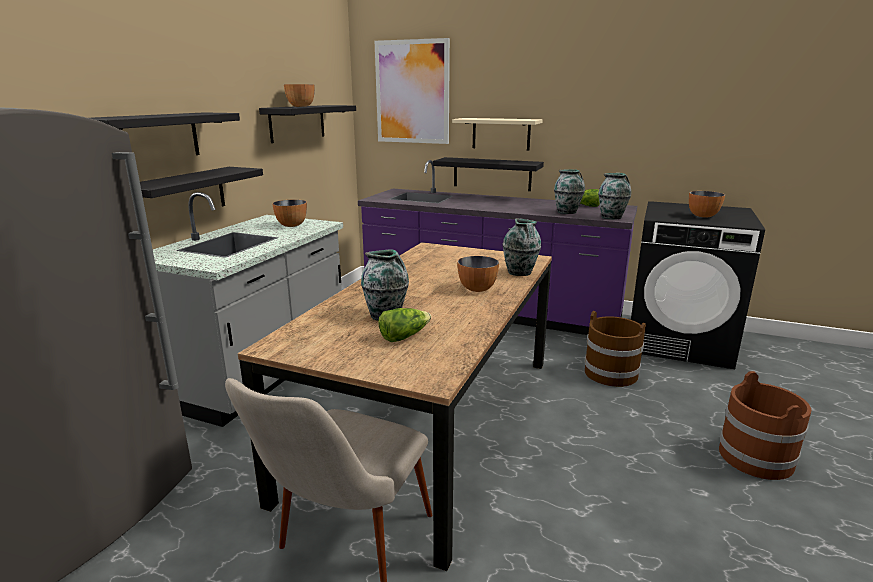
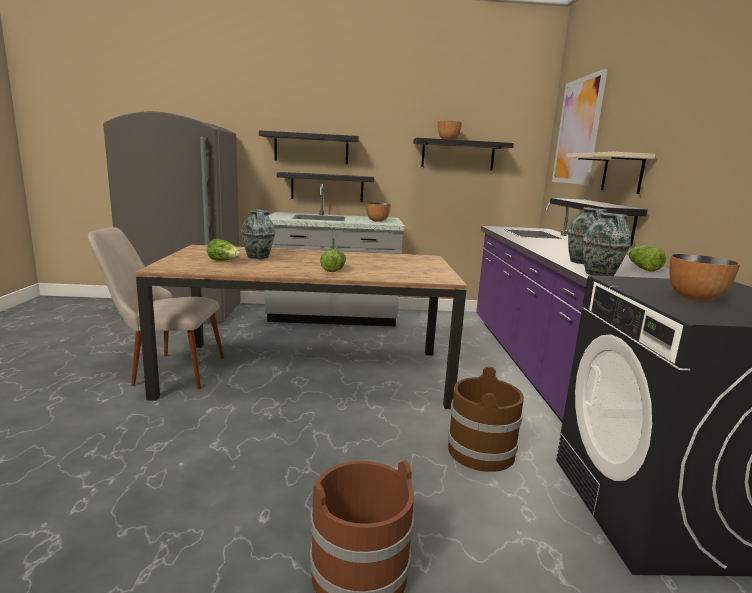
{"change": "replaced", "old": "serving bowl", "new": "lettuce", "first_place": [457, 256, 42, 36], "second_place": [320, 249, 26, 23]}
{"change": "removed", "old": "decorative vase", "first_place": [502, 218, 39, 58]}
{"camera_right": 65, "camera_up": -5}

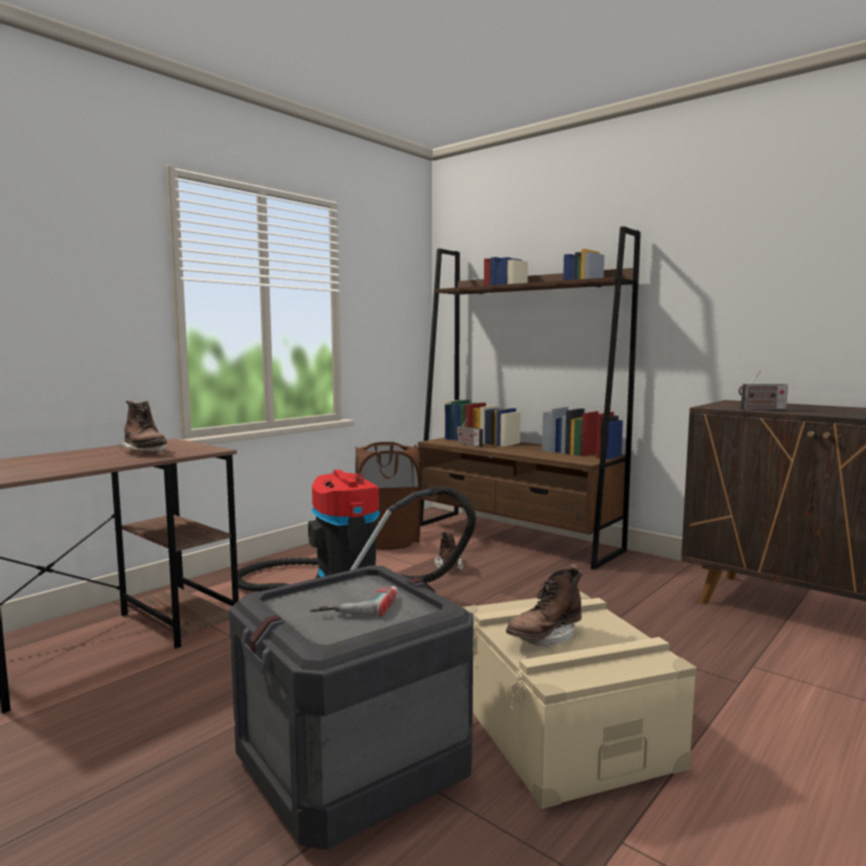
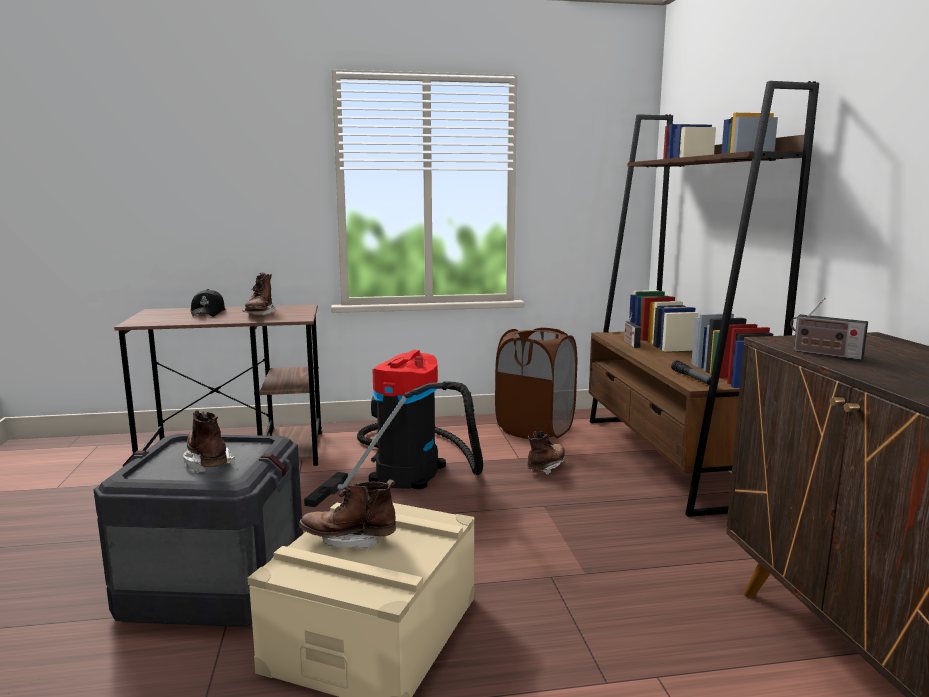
{"change": "replaced", "old": "power drill", "new": "high-top boot (brownish)", "first_place": [310, 586, 88, 31], "second_place": [183, 410, 52, 63]}
{"change": "added", "new": "cap (blackish)", "second_place": [191, 289, 34, 28]}
{"change": "added", "new": "flashlight", "second_place": [671, 360, 40, 25]}
{"camera_right": 40, "camera_up": 5}

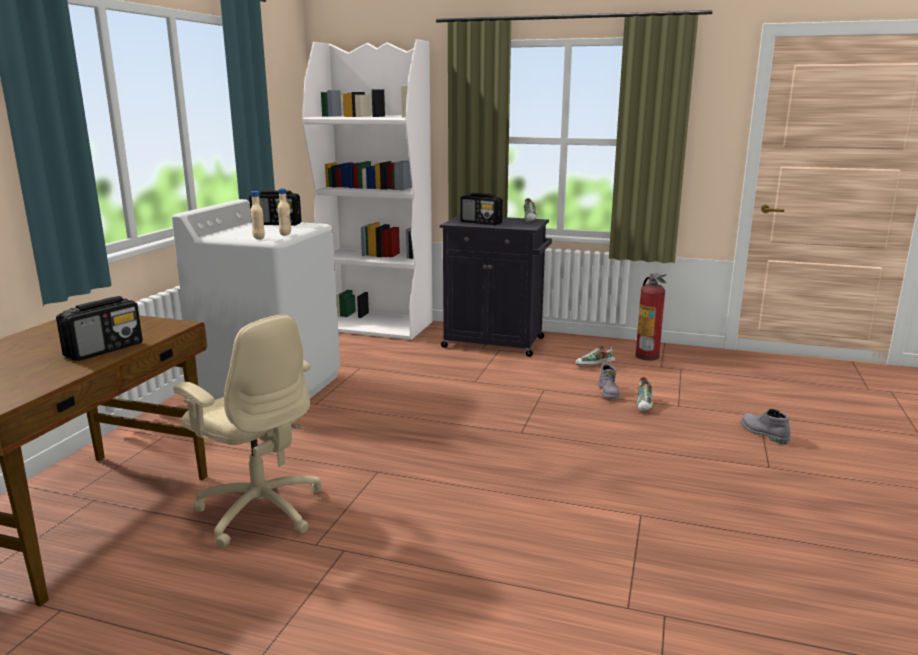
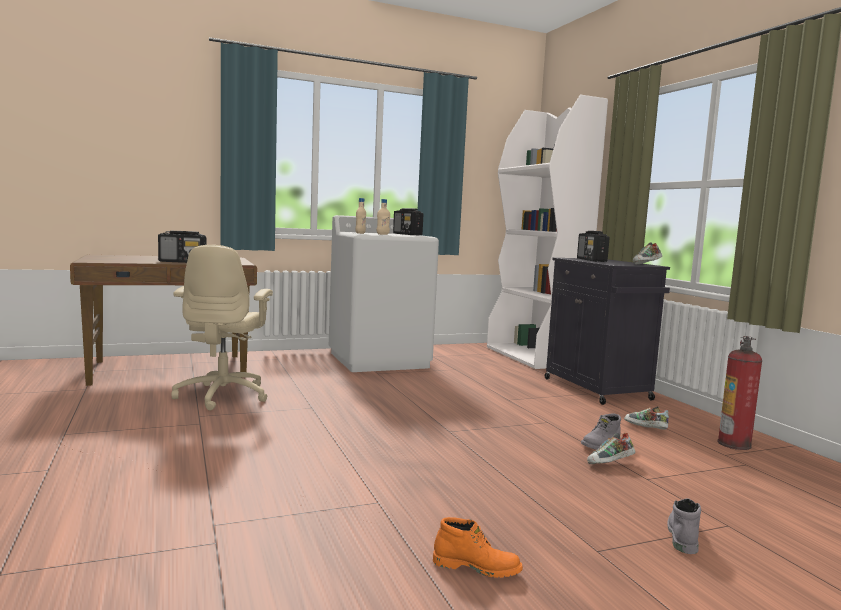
{"change": "added", "new": "high-top boot (orange)", "second_place": [433, 517, 90, 61]}
{"camera_right": 50, "camera_up": -10}

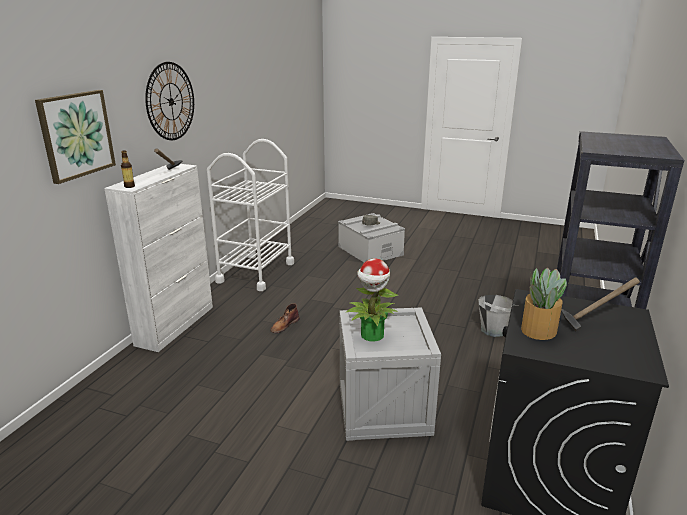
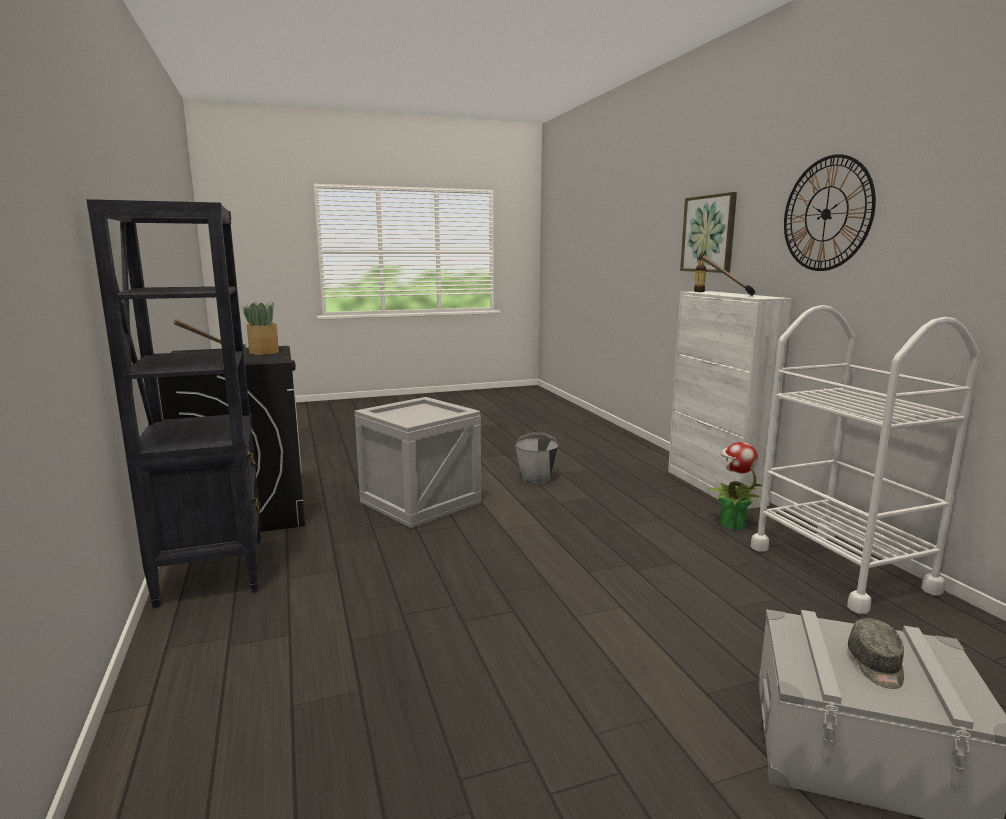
{"change": "moved", "old": "bucket (greyish)", "first_place": [478, 295, 35, 42], "second_place": [515, 432, 43, 52]}
{"change": "moved", "old": "potted plant", "first_place": [346, 258, 52, 84], "second_place": [708, 442, 55, 87]}
{"change": "removed", "old": "high-top boot (brownish)", "first_place": [270, 303, 30, 30]}
{"camera_right": 140, "camera_up": -10}

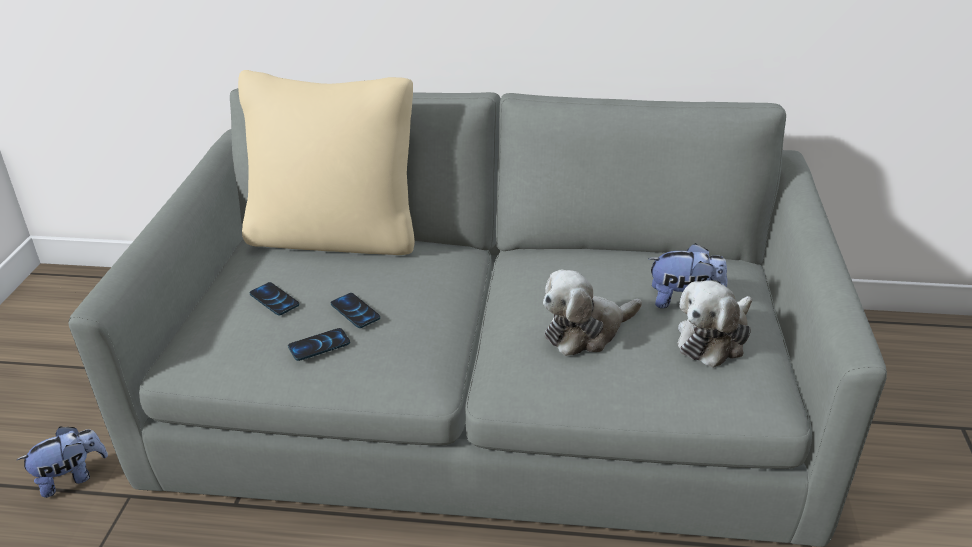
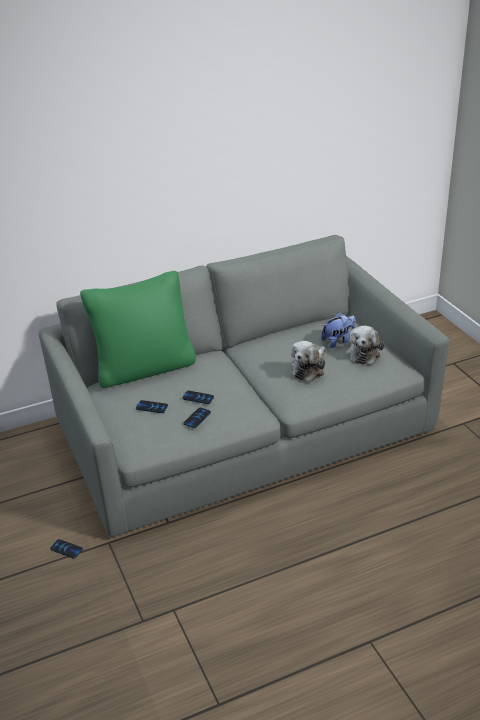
{"change": "replaced", "old": "soft toy", "new": "handset", "first_place": [17, 426, 91, 72], "second_place": [50, 539, 33, 20]}
{"change": "recoloured", "old": "pillow (sand-coloured)", "new": "pillow (greenish)", "first_place": [238, 70, 177, 185], "second_place": [80, 271, 116, 117]}
{"camera_right": -30, "camera_up": 0}

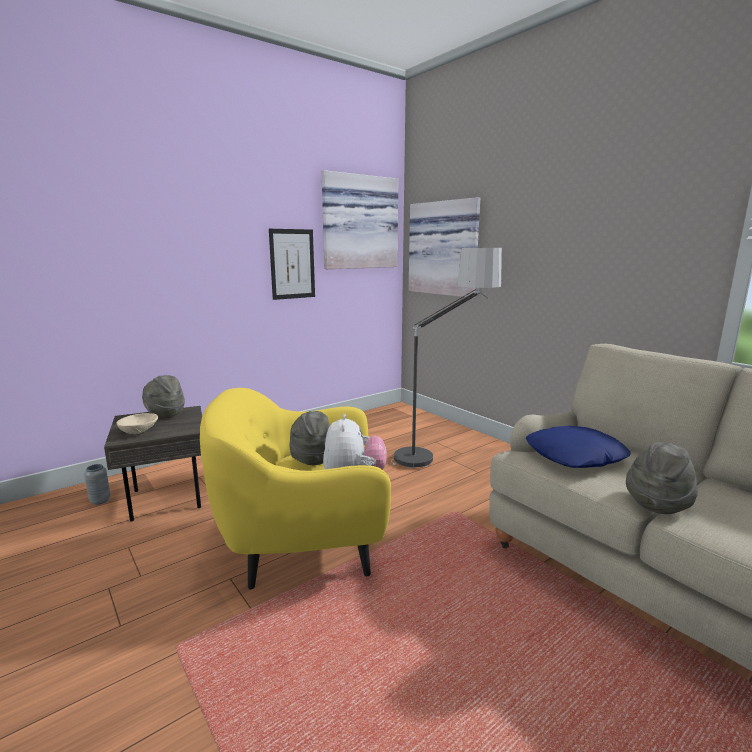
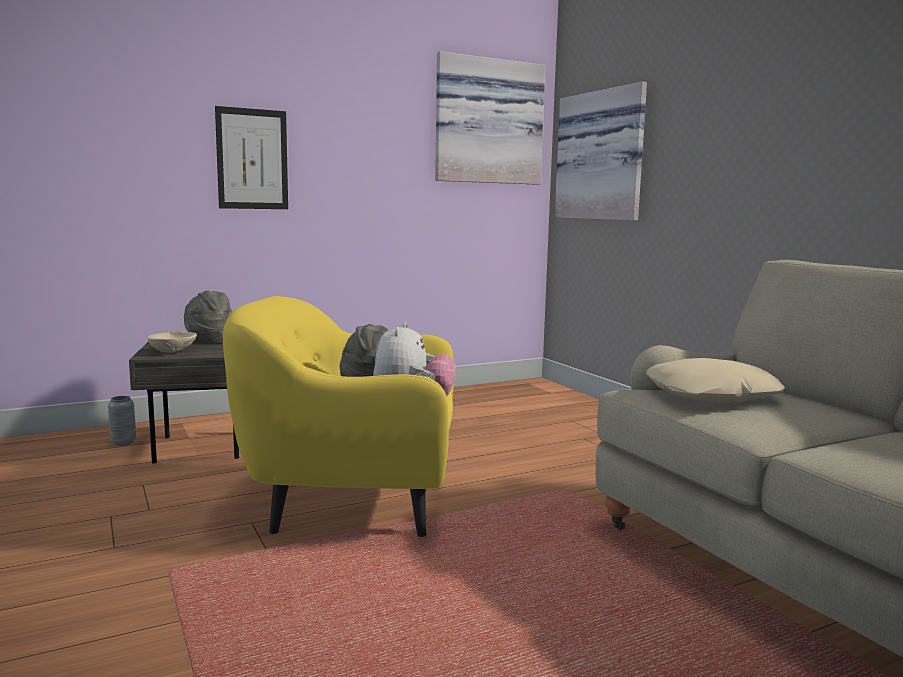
{"change": "moved", "old": "wall picture", "first_place": [269, 229, 46, 71], "second_place": [215, 106, 73, 103]}
{"change": "recoloured", "old": "pillow (blue)", "new": "pillow (sand-coloured)", "first_place": [526, 426, 105, 42], "second_place": [646, 358, 139, 44]}
{"change": "removed", "old": "standing lamp", "first_place": [391, 248, 111, 220]}
{"change": "removed", "old": "clothing hat (greyish)", "first_place": [626, 442, 72, 72]}
{"camera_right": 10, "camera_up": -5}

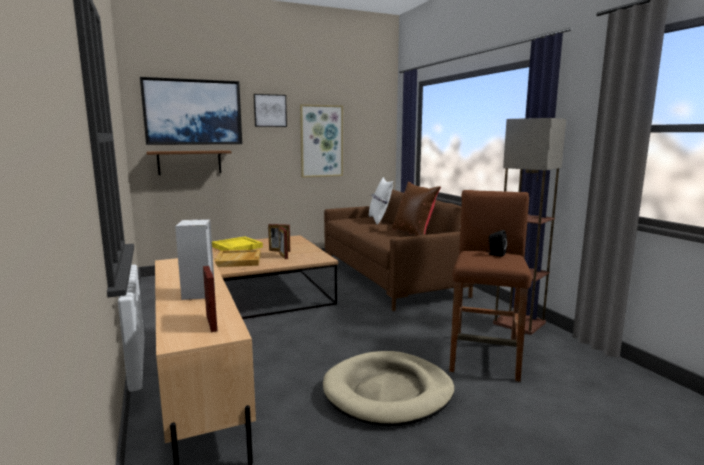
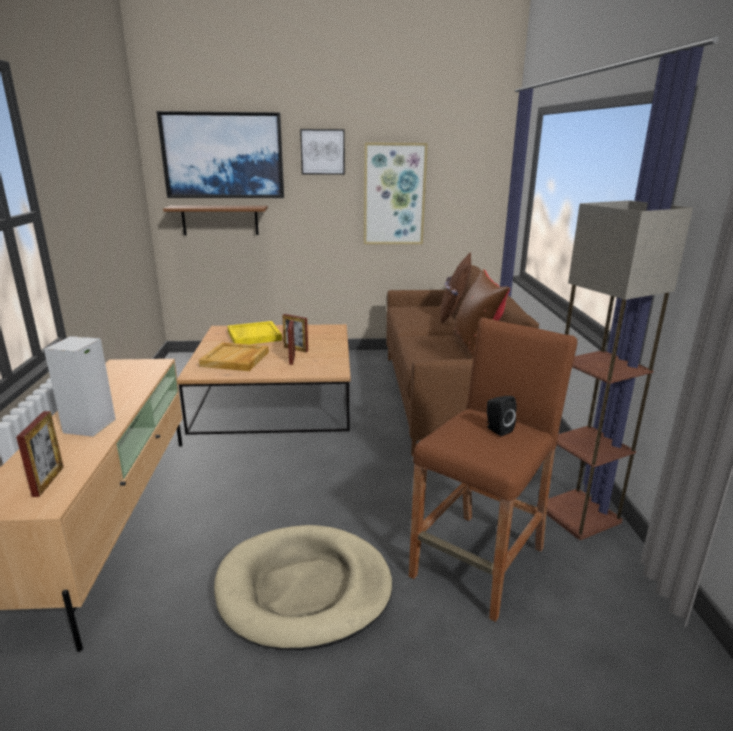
{"change": "recoloured", "old": "pillow (white-coloured)", "new": "pillow (brownish)", "first_place": [369, 177, 24, 48], "second_place": [441, 252, 30, 71]}
{"camera_right": 20, "camera_up": 10}

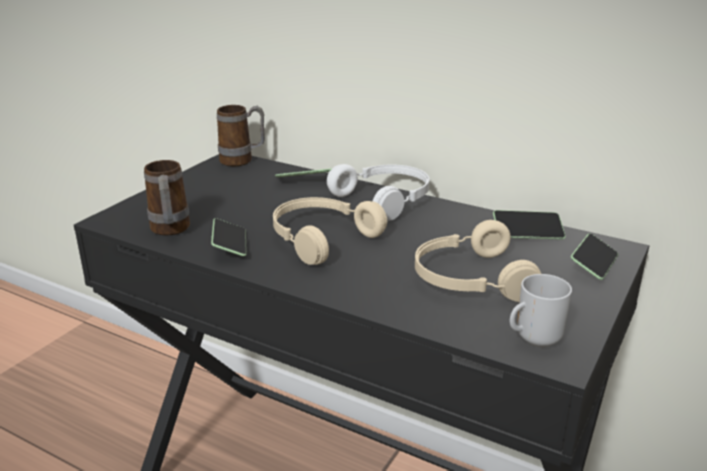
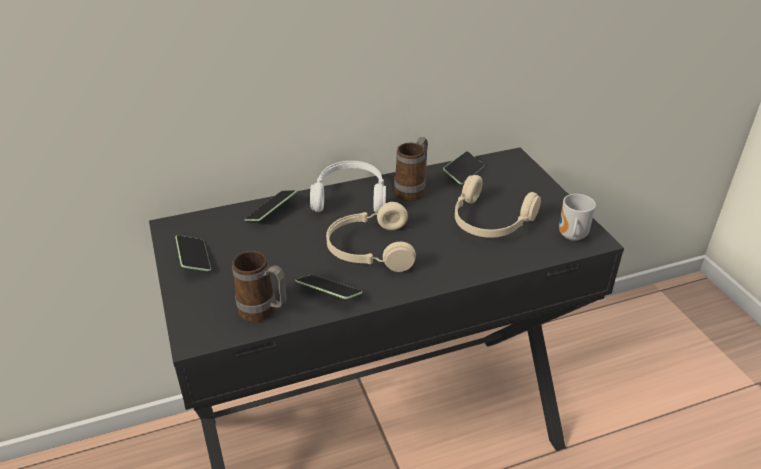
{"change": "moved", "old": "handset", "first_place": [571, 233, 48, 47], "second_place": [175, 235, 36, 36]}
{"change": "moved", "old": "mug", "first_place": [217, 105, 48, 61], "second_place": [394, 137, 34, 64]}
{"camera_right": -50, "camera_up": 10}

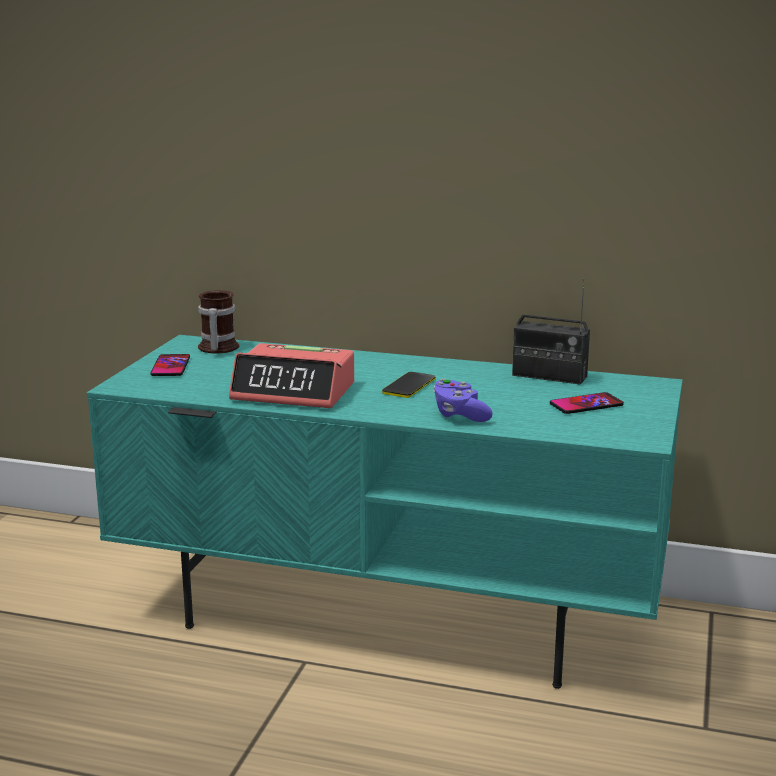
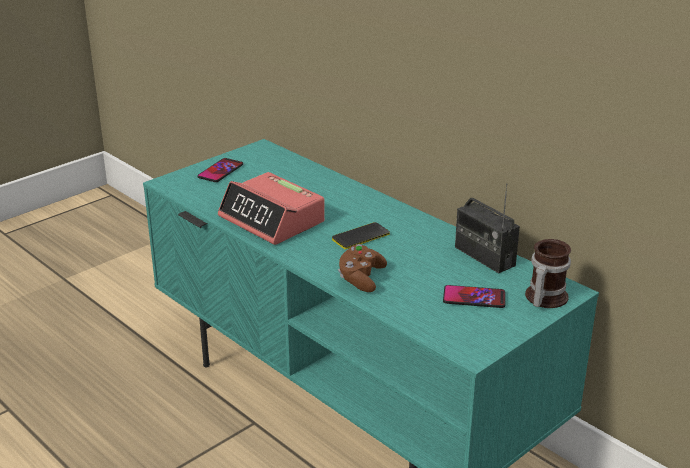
{"change": "recoloured", "old": "gamepad (purplish)", "new": "gamepad (brownish)", "first_place": [433, 379, 60, 43], "second_place": [338, 244, 49, 48]}
{"change": "moved", "old": "mug", "first_place": [198, 290, 41, 63], "second_place": [525, 239, 46, 69]}
{"camera_right": 30, "camera_up": 10}

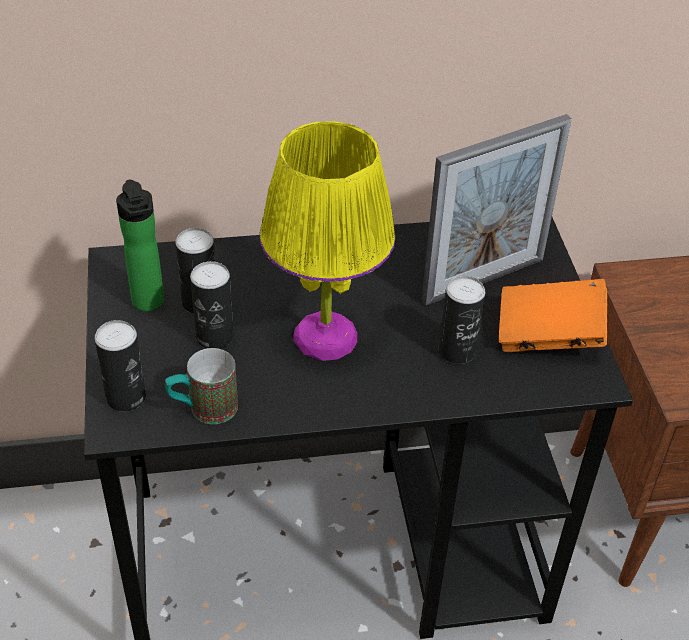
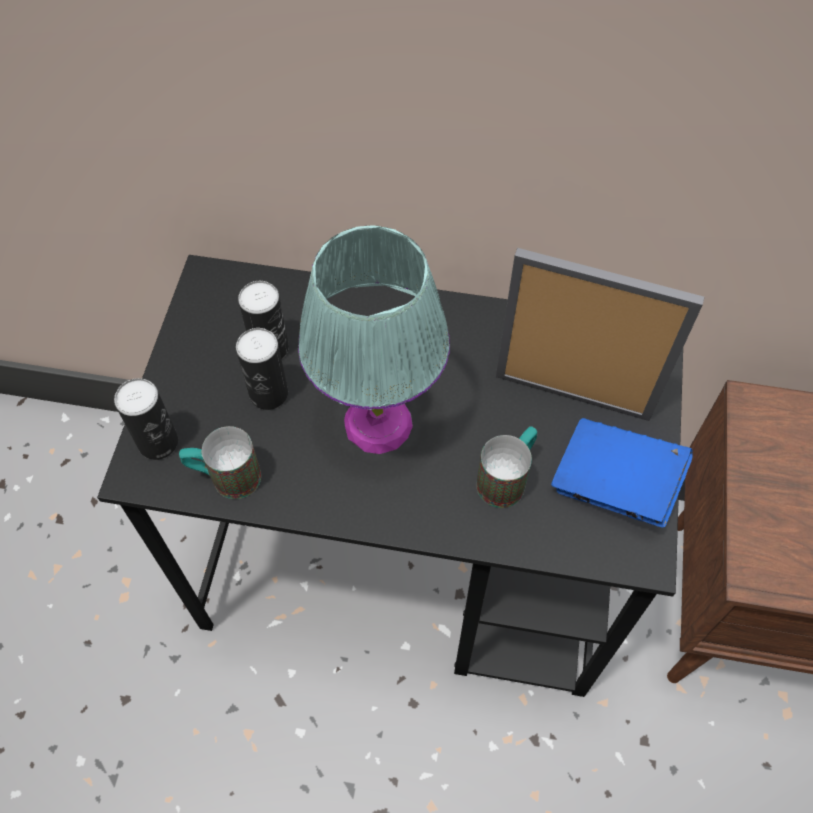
{"change": "recoloured", "old": "lamp for a table (yellowish)", "new": "lamp for a table (turquoise-coloured)", "first_place": [260, 121, 136, 240], "second_place": [298, 225, 152, 229]}
{"change": "replaced", "old": "sealed can", "new": "mug", "first_place": [439, 276, 46, 88], "second_place": [476, 426, 61, 82]}
{"change": "turned", "old": "photo frame", "first_place": [421, 114, 151, 192], "second_place": [496, 248, 208, 173], "degrees": -150}
{"change": "recoloured", "old": "bound book (orange)", "new": "bound book (blue)", "first_place": [499, 279, 108, 73], "second_place": [551, 418, 142, 110]}
{"change": "removed", "old": "beverage bottle", "first_place": [116, 179, 48, 133]}
{"camera_right": 20, "camera_up": 15}

